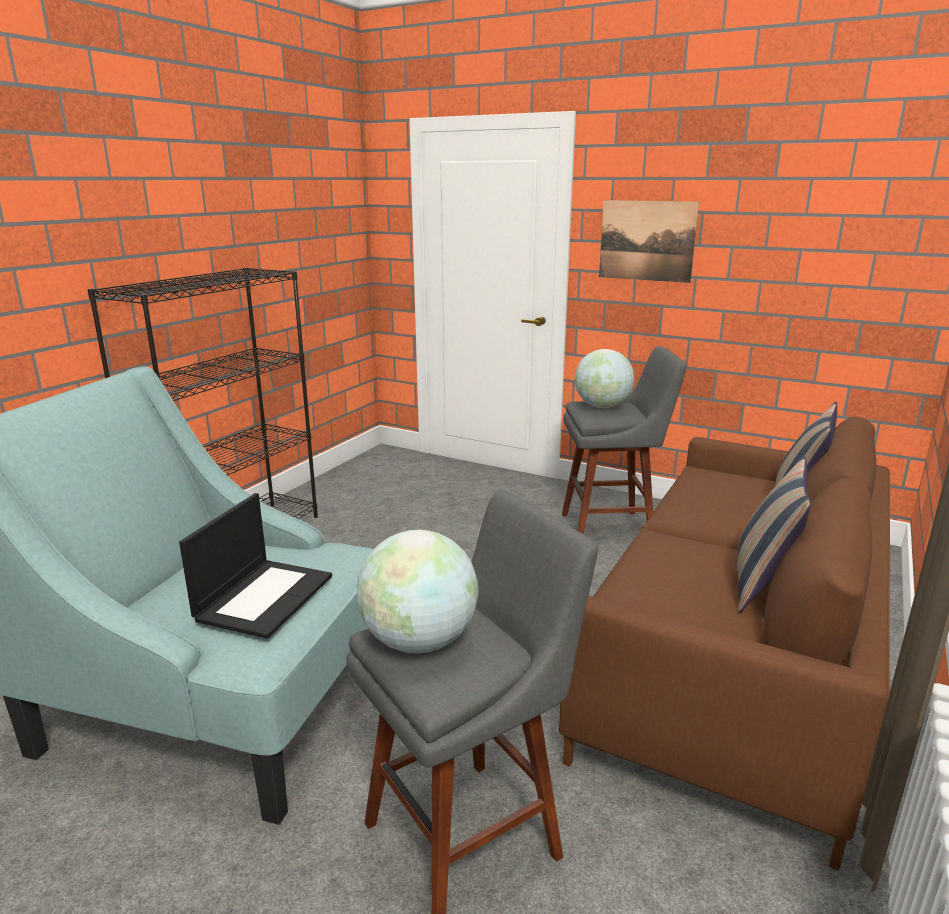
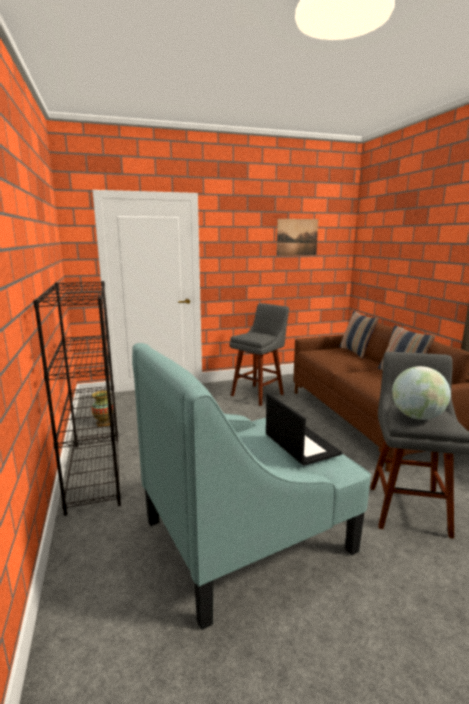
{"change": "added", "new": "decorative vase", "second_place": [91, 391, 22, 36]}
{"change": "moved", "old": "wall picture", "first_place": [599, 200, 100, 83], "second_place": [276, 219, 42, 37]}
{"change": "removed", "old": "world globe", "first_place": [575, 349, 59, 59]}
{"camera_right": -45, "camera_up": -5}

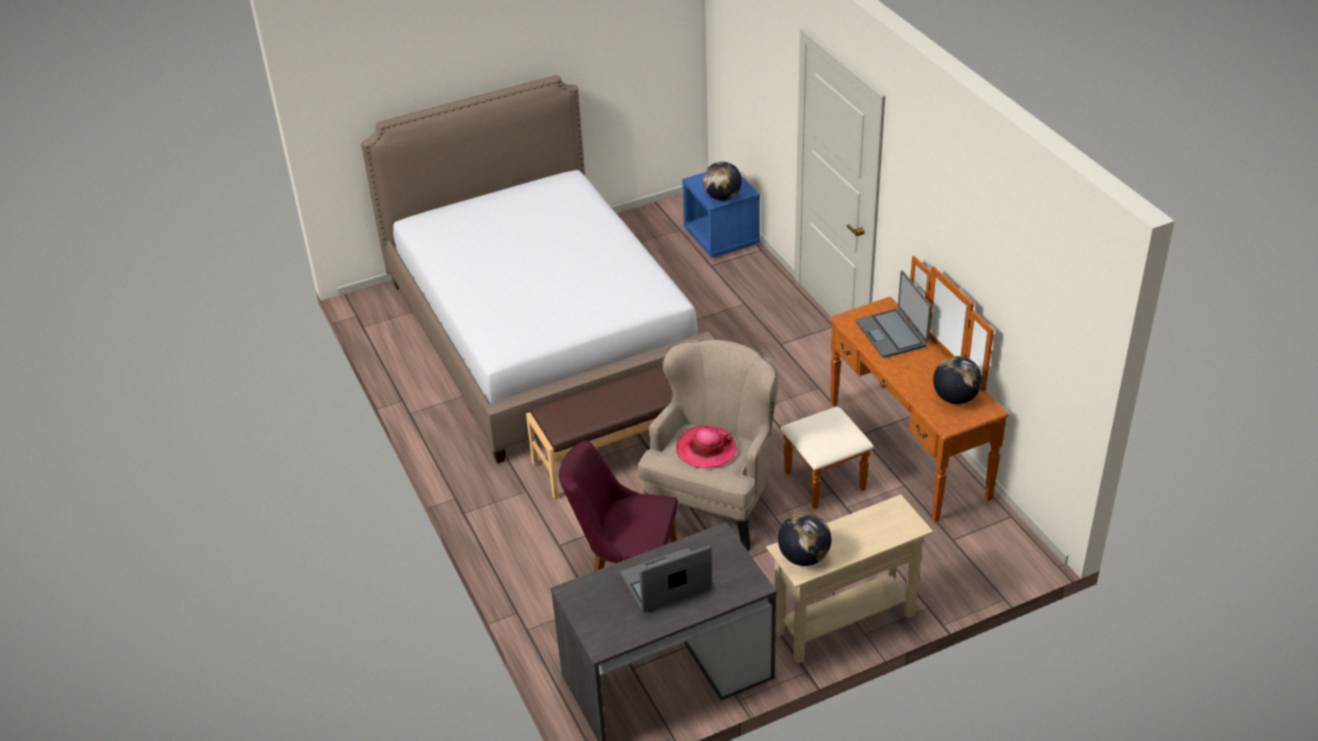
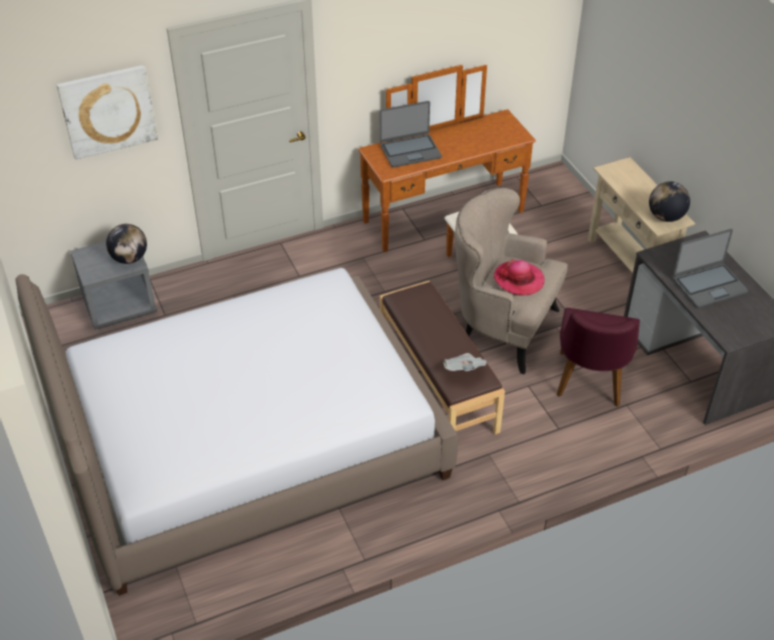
{"change": "added", "new": "wall picture", "second_place": [57, 65, 101, 95]}
{"change": "recoloured", "old": "bedside table (blue)", "new": "bedside table (greyish)", "first_place": [682, 172, 78, 86], "second_place": [70, 241, 87, 89]}
{"change": "added", "new": "printed paper", "second_place": [443, 353, 44, 18]}
{"change": "turned", "old": "portable computer", "first_place": [621, 546, 91, 65], "second_place": [673, 229, 75, 79], "degrees": -90}
{"change": "removed", "old": "world globe", "first_place": [933, 356, 49, 48]}
{"camera_right": -90, "camera_up": 5}

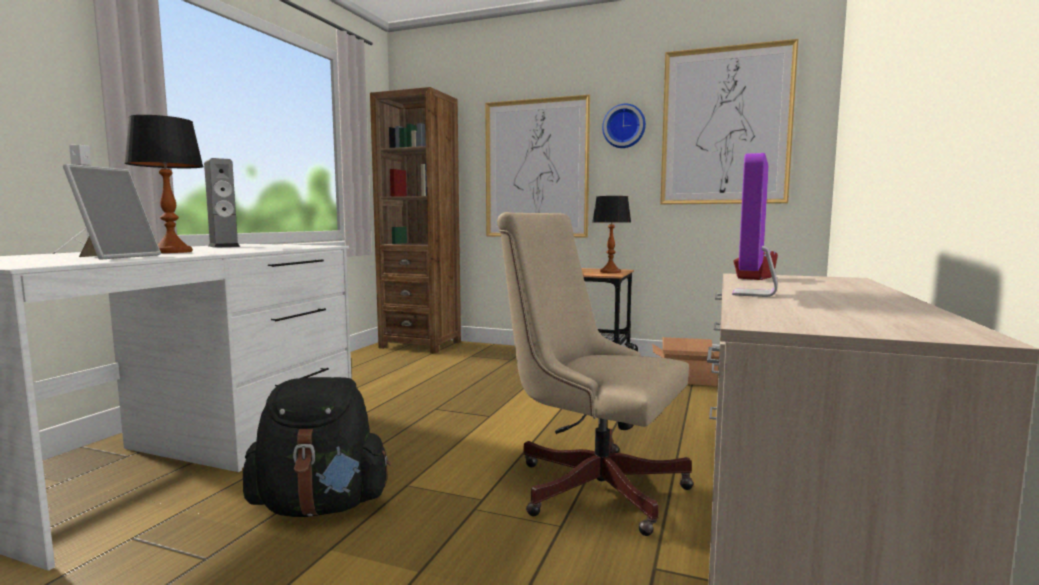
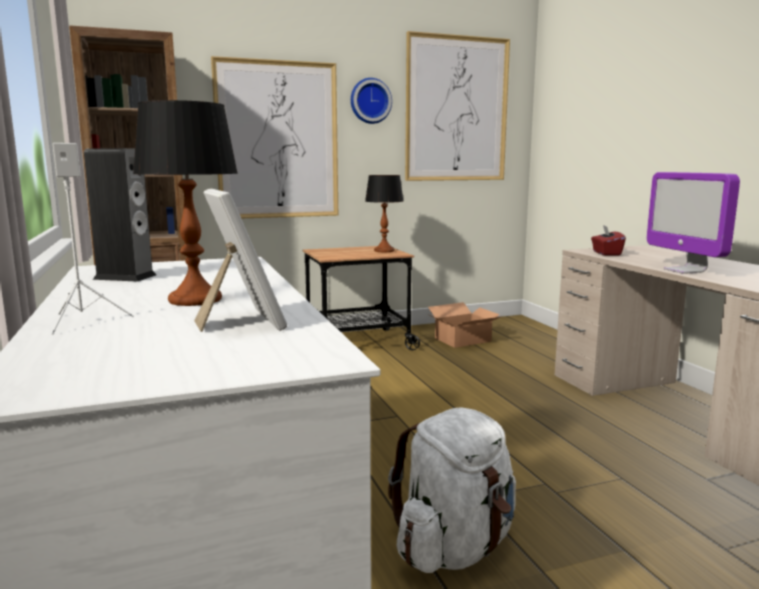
{"change": "recoloured", "old": "knapsack (blackish)", "new": "knapsack (white-coloured)", "first_place": [243, 377, 148, 140], "second_place": [388, 407, 128, 166]}
{"change": "removed", "old": "computer chair (sand-coloured)", "first_place": [497, 212, 197, 324]}
{"camera_right": -40, "camera_up": 5}

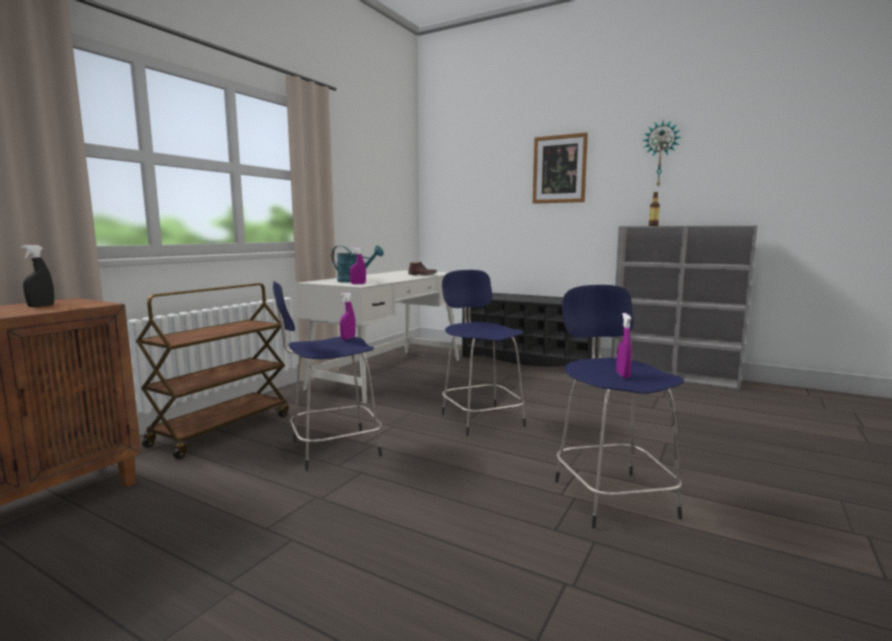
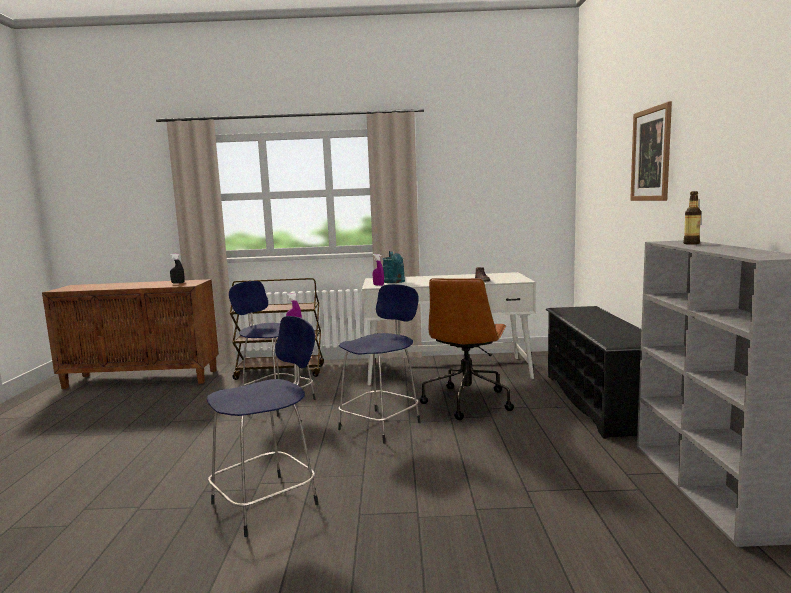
{"change": "added", "new": "computer chair (brownish)", "second_place": [420, 278, 94, 142]}
{"change": "removed", "old": "spray bottle (purplish)", "first_place": [616, 313, 16, 65]}
{"change": "removed", "old": "wall clock", "first_place": [642, 120, 39, 66]}
{"camera_right": 60, "camera_up": 0}

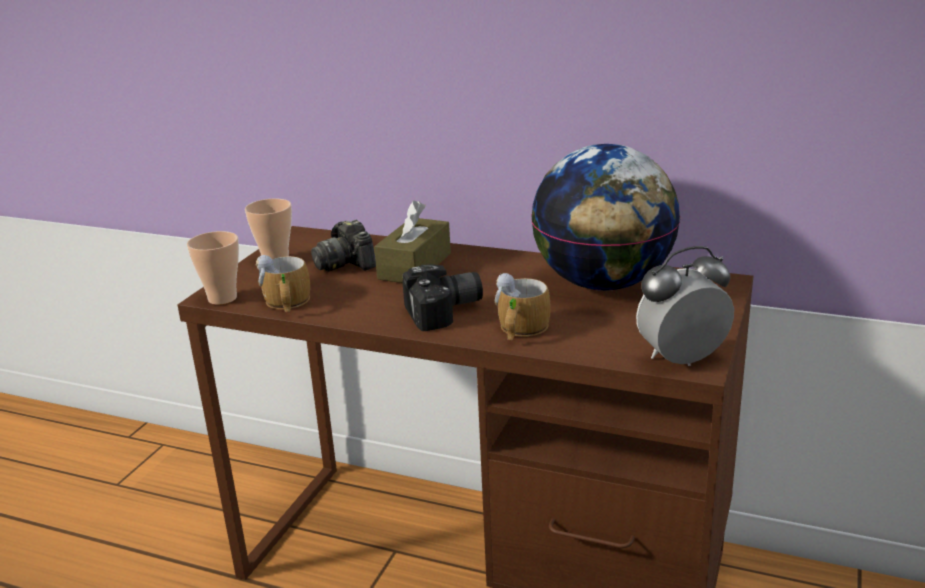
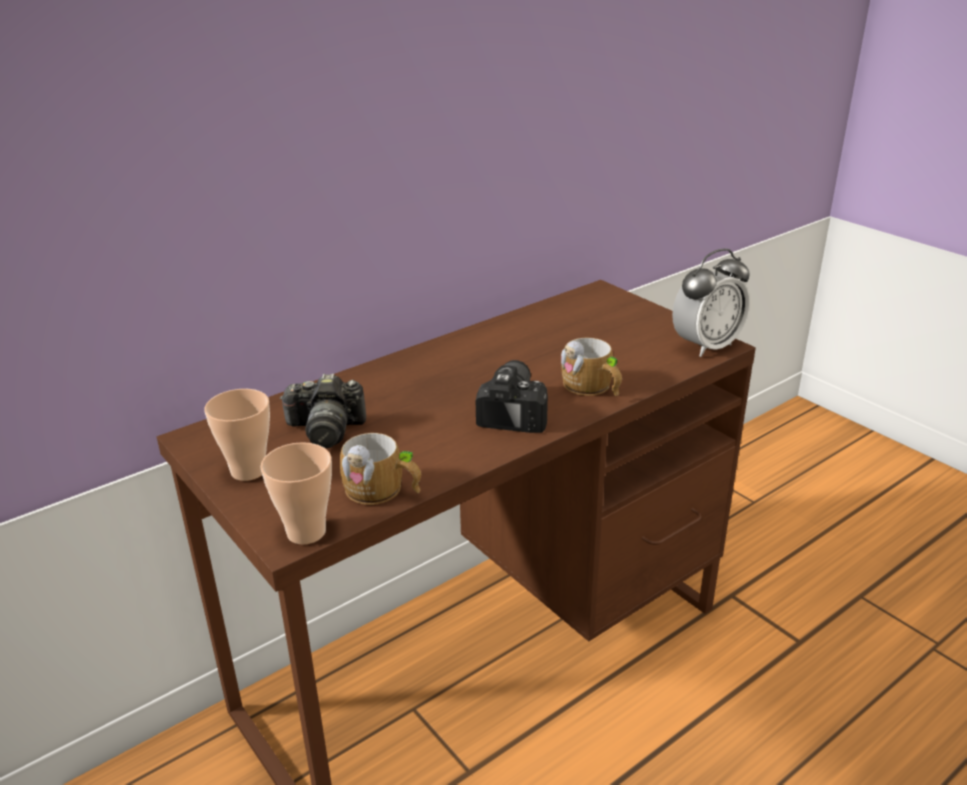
{"change": "turned", "old": "alarm clock", "first_place": [636, 246, 98, 120], "second_place": [672, 248, 78, 109], "degrees": -135}
{"change": "removed", "old": "tissue box (brownish)", "first_place": [374, 201, 77, 82]}
{"change": "removed", "old": "world globe", "first_place": [531, 144, 149, 147]}
{"camera_right": -60, "camera_up": 5}

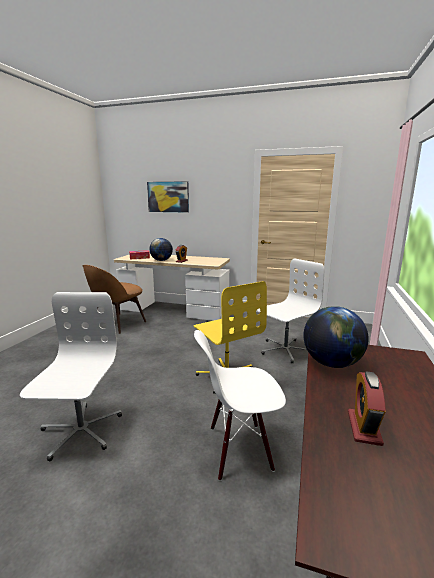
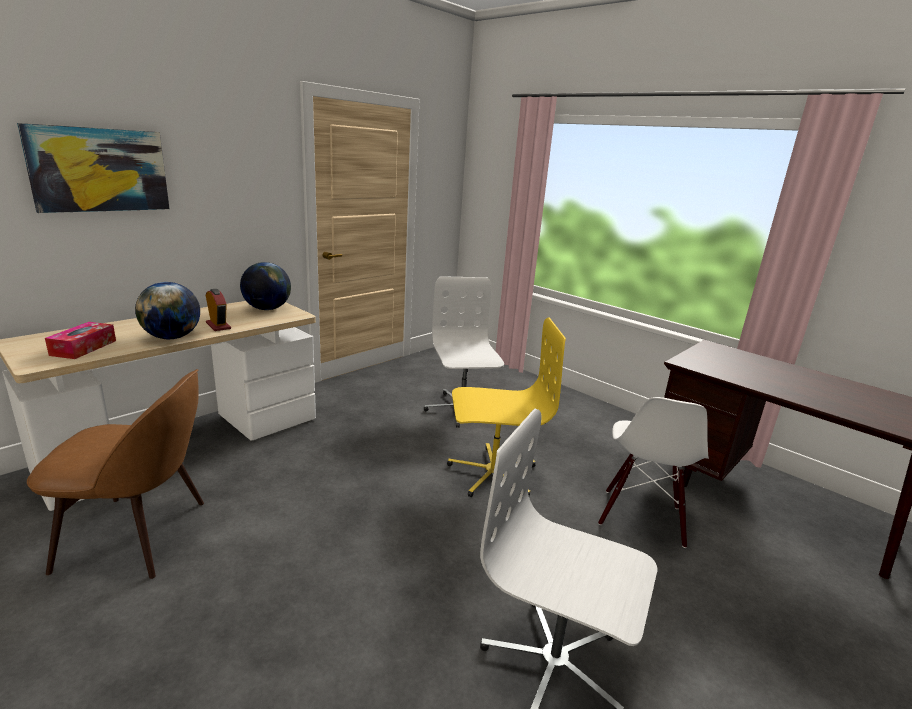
{"change": "turned", "old": "plain chair (brownish)", "first_place": [83, 265, 63, 69], "second_place": [27, 369, 177, 210], "degrees": -60}
{"change": "moved", "old": "world globe", "first_place": [303, 306, 66, 62], "second_place": [240, 262, 51, 48]}
{"change": "removed", "old": "alarm clock", "first_place": [348, 371, 38, 75]}
{"camera_right": -65, "camera_up": 5}

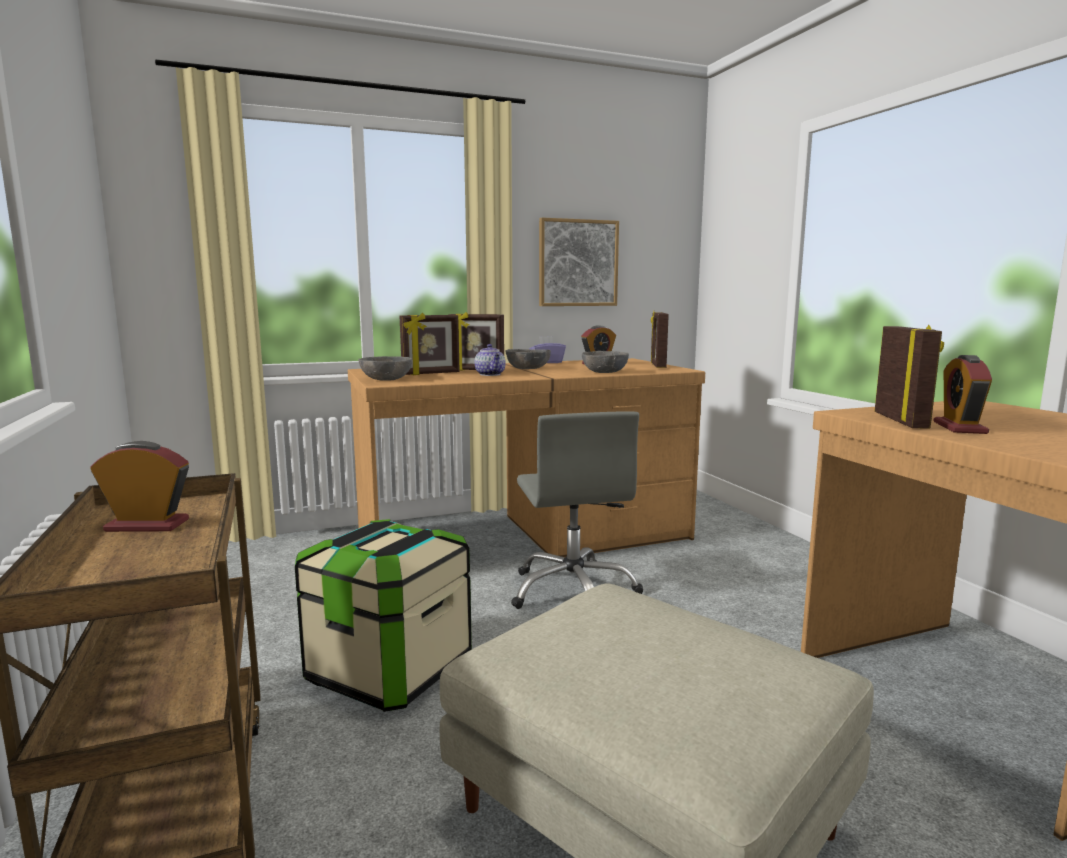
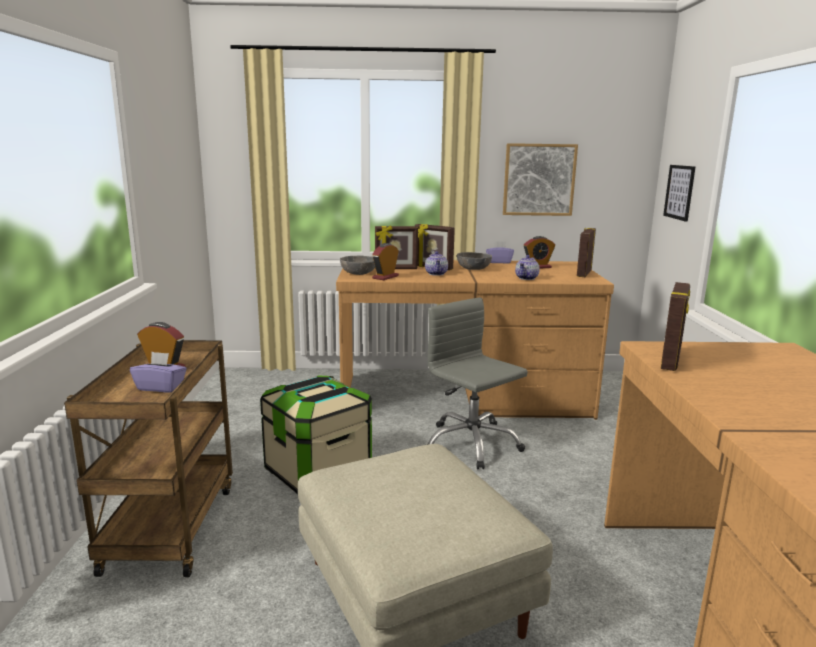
{"change": "added", "new": "tissue box (purplish)", "second_place": [130, 352, 57, 41]}
{"change": "moved", "old": "alarm clock", "first_place": [933, 355, 59, 79], "second_place": [372, 243, 27, 37]}
{"change": "turned", "old": "computer chair (greyish)", "first_place": [511, 411, 133, 198], "second_place": [426, 297, 102, 172], "degrees": 135}
{"change": "replaced", "old": "serving bowl (greyish)", "new": "pot for tea", "first_place": [582, 351, 47, 22], "second_place": [515, 255, 25, 25]}
{"change": "added", "new": "wall picture", "second_place": [663, 165, 32, 57]}
{"camera_right": 20, "camera_up": 5}

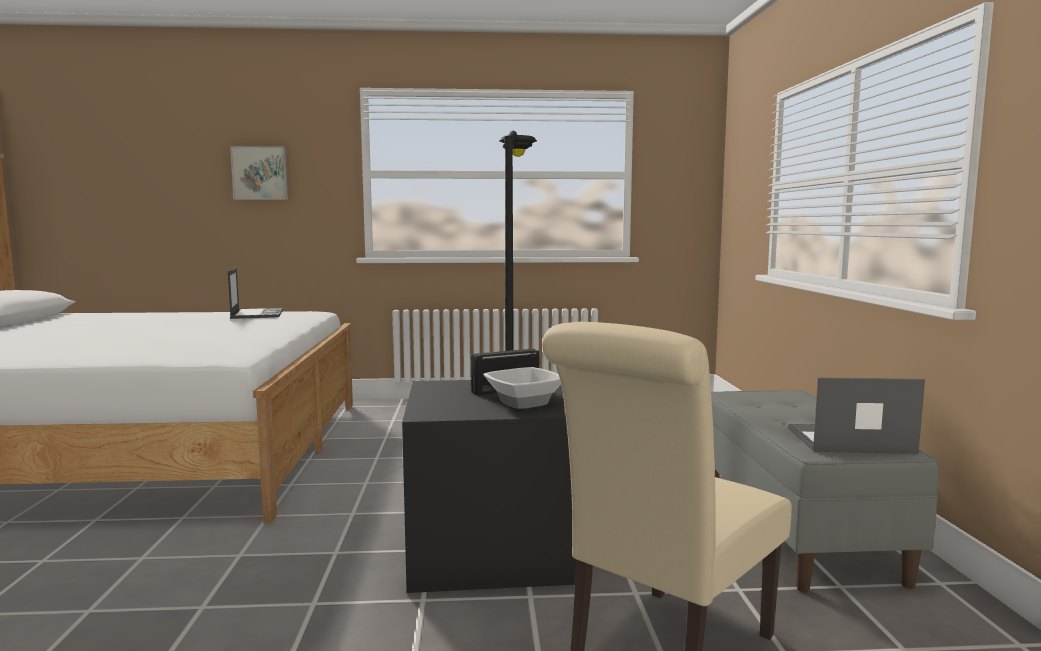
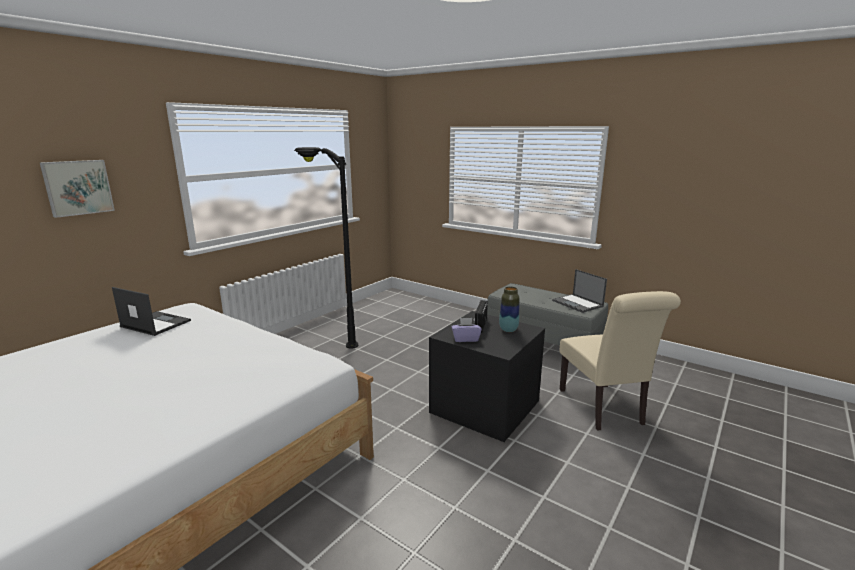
{"change": "added", "new": "tissue box (purplish)", "second_place": [451, 318, 31, 24]}
{"change": "replaced", "old": "serving bowl", "new": "decorative vase", "first_place": [483, 367, 78, 42], "second_place": [499, 286, 20, 46]}
{"change": "turned", "old": "portable computer", "first_place": [788, 377, 137, 77], "second_place": [552, 269, 55, 44], "degrees": -75}
{"camera_right": -50, "camera_up": 10}

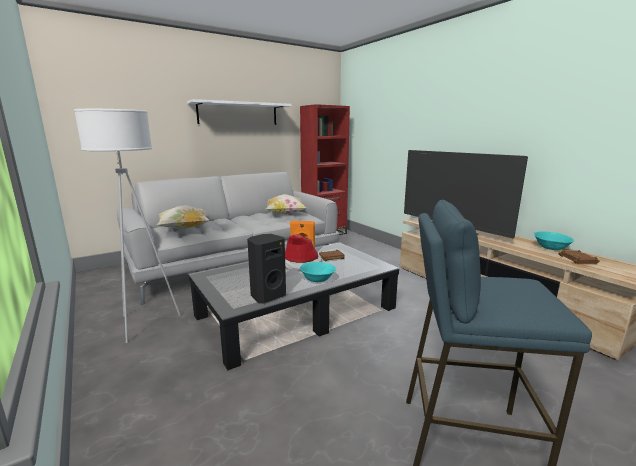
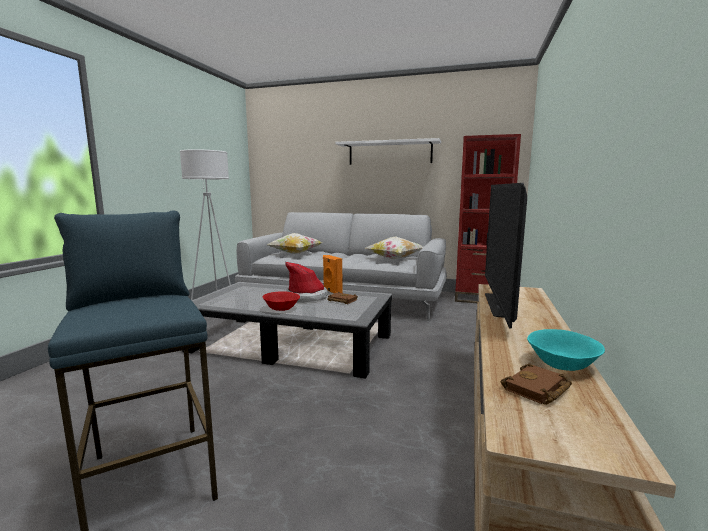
{"change": "recoloured", "old": "serving bowl (turquoise-coloured)", "new": "serving bowl (red)", "first_place": [300, 262, 36, 20], "second_place": [263, 291, 37, 20]}
{"change": "removed", "old": "audio speaker (blackish)", "first_place": [247, 234, 39, 69]}
{"camera_right": 50, "camera_up": -5}

